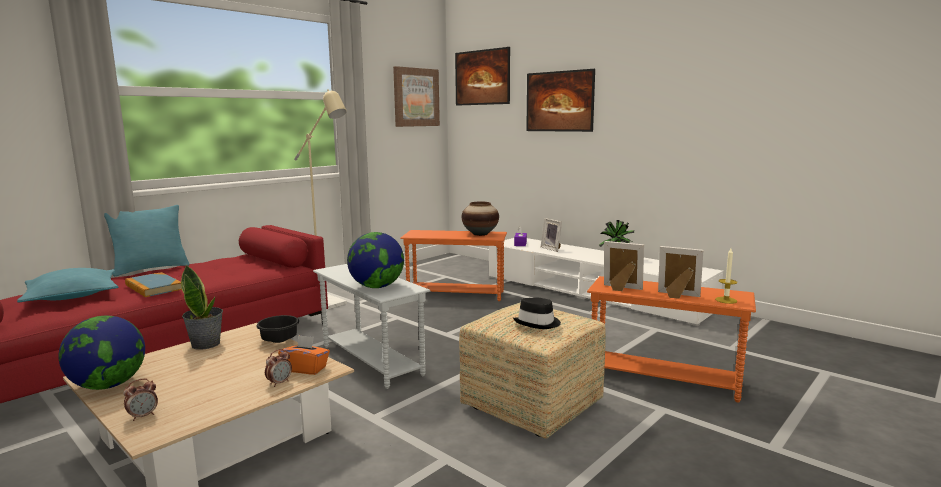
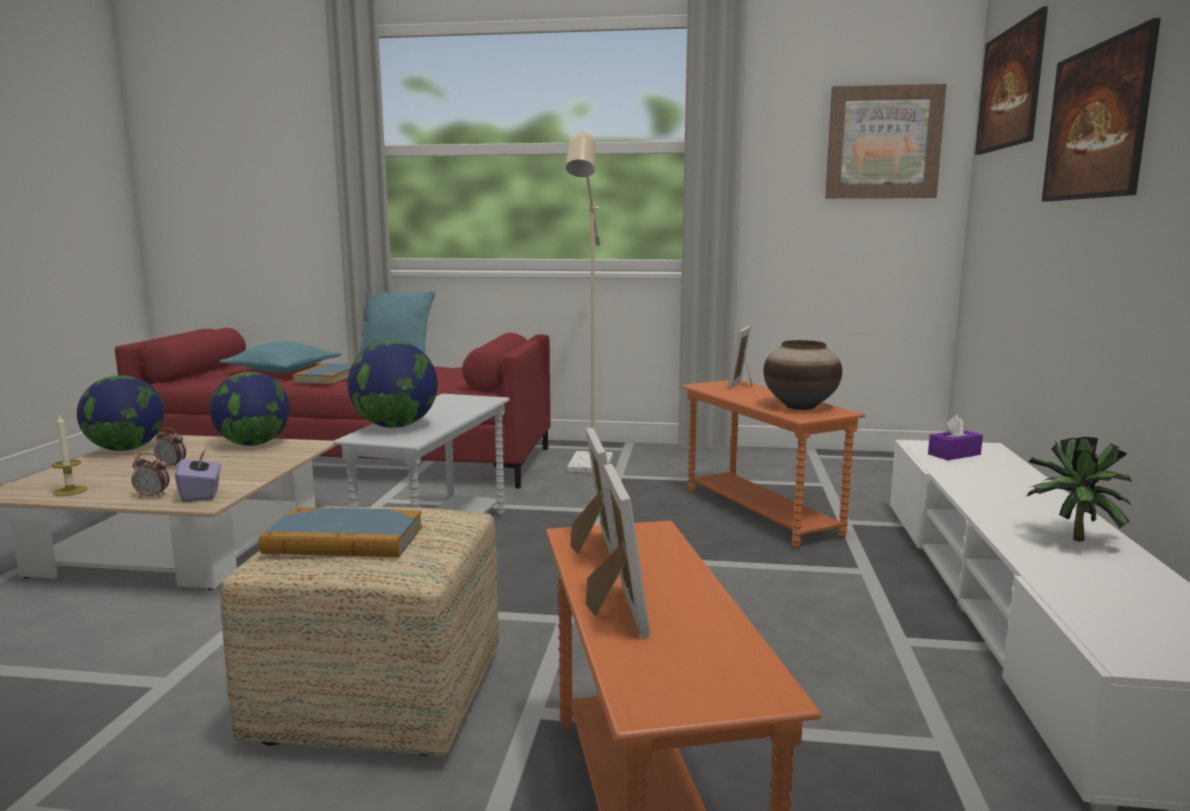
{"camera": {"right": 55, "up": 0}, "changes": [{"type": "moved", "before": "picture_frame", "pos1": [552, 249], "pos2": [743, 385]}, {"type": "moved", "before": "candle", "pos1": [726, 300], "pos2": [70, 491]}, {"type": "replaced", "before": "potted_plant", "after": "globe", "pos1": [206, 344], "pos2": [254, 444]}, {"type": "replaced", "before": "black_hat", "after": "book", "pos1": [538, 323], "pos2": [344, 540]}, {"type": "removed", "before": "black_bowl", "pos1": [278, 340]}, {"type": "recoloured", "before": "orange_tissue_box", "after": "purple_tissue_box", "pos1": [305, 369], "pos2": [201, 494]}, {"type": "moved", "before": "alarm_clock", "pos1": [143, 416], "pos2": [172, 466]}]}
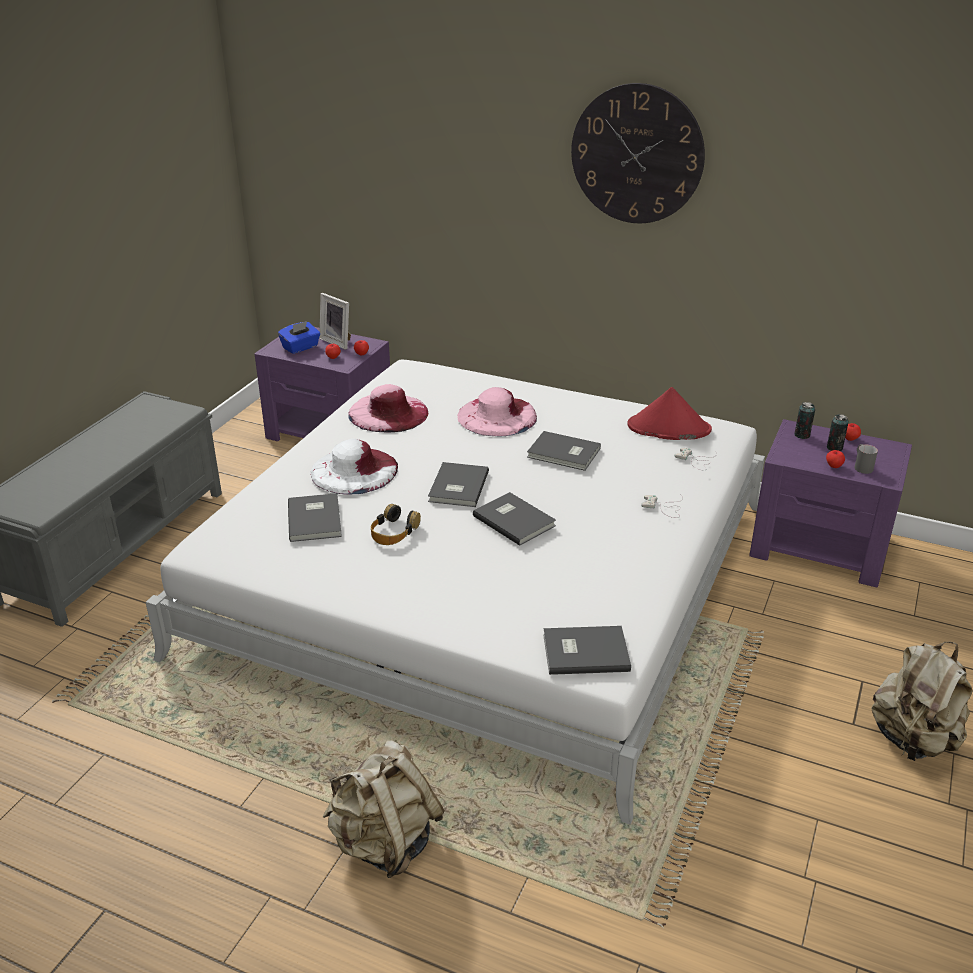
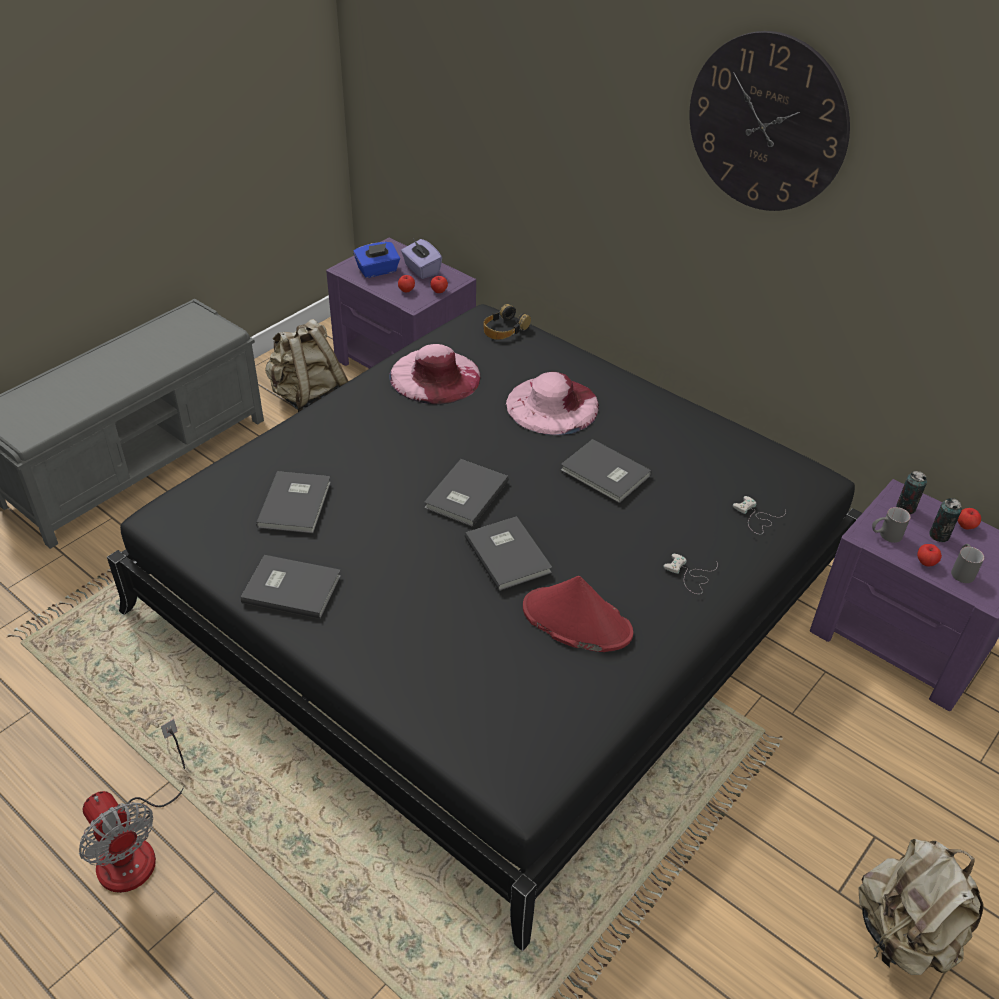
{"camera": {"right": 15, "up": 10}, "changes": [{"type": "replaced", "before": "picture_frame", "after": "purple_tissue_box", "pos1": [338, 341], "pos2": [421, 270]}, {"type": "recoloured", "before": "white_bed", "after": "black_bed", "pos1": [485, 577], "pos2": [495, 589]}, {"type": "moved", "before": "red_hat", "pos1": [668, 428], "pos2": [576, 621]}, {"type": "removed", "before": "white_hat", "pos1": [354, 470]}, {"type": "moved", "before": "headphones", "pos1": [394, 531], "pos2": [504, 329]}, {"type": "moved", "before": "grey_book", "pos1": [584, 651], "pos2": [291, 587]}, {"type": "moved", "before": "beige_backpack", "pos1": [384, 842], "pos2": [308, 397]}, {"type": "added", "after": "grey_mug", "pos2": [885, 535]}, {"type": "added", "after": "fan", "pos2": [136, 845]}]}
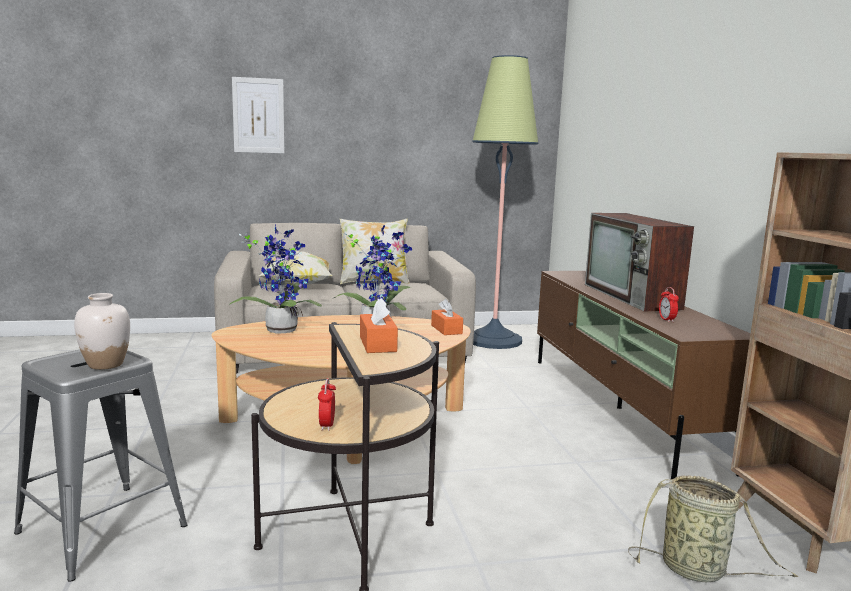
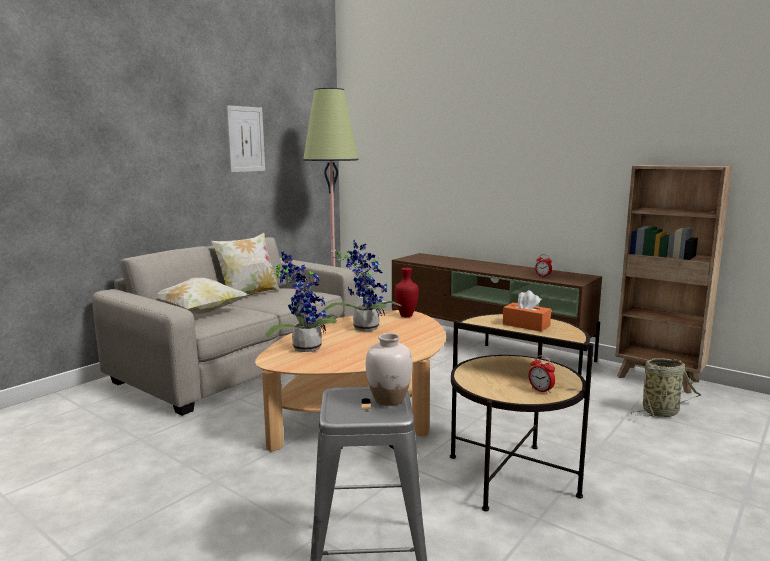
{"camera": {"right": -40, "up": 0}, "changes": [{"type": "moved", "before": "picture", "pos1": [258, 115], "pos2": [246, 139]}, {"type": "removed", "before": "television", "pos1": [632, 297]}, {"type": "replaced", "before": "orange_tissue_box", "after": "red_vase", "pos1": [446, 329], "pos2": [407, 316]}]}
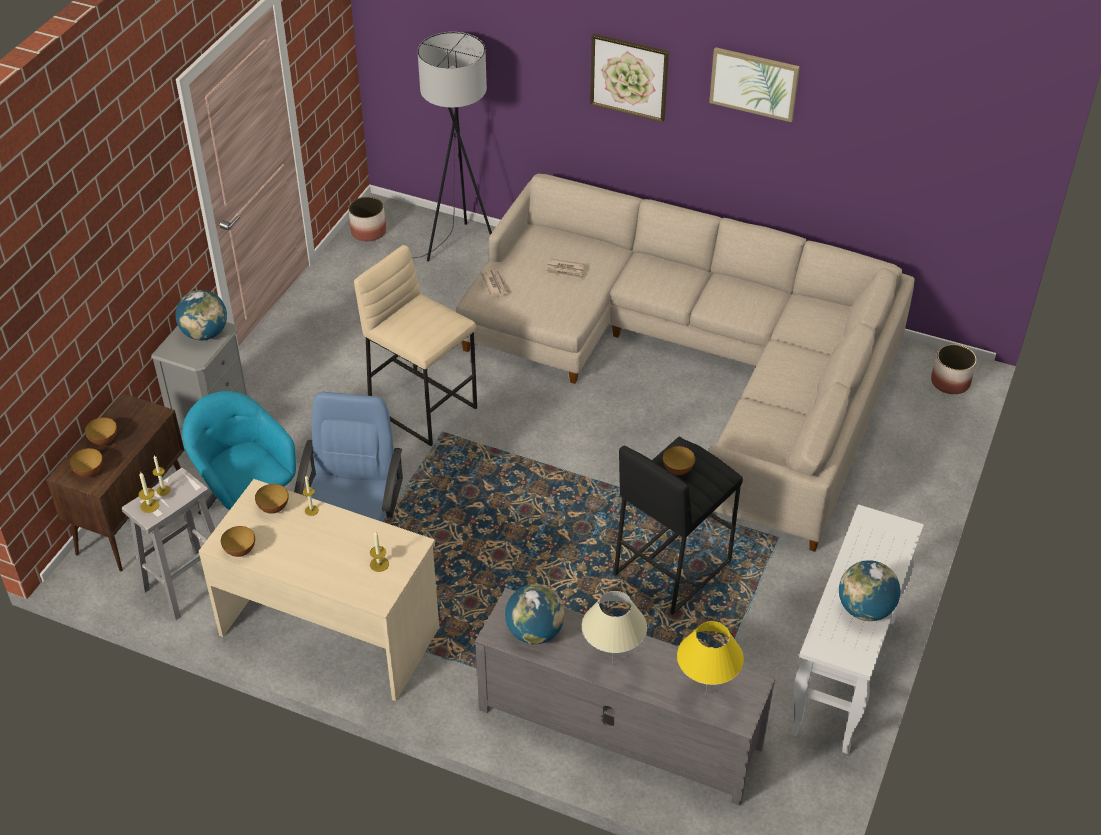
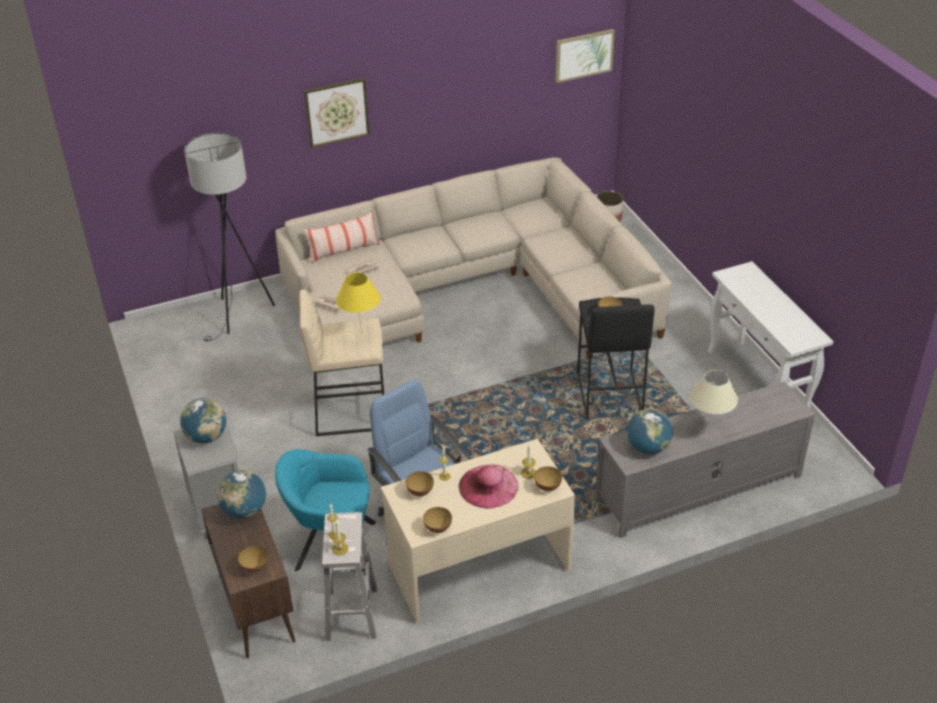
{"camera": {"right": -45, "up": -5}, "changes": [{"type": "moved", "before": "picture", "pos1": [754, 83], "pos2": [584, 55]}, {"type": "removed", "before": "planter", "pos1": [368, 231]}, {"type": "moved", "before": "bowl", "pos1": [104, 440], "pos2": [547, 487]}, {"type": "moved", "before": "globe", "pos1": [865, 609], "pos2": [245, 510]}, {"type": "moved", "before": "yellow_table_lamp", "pos1": [705, 696], "pos2": [361, 334]}, {"type": "added", "after": "pillow", "pos2": [343, 251]}, {"type": "added", "after": "pink_hat", "pos2": [488, 486]}]}
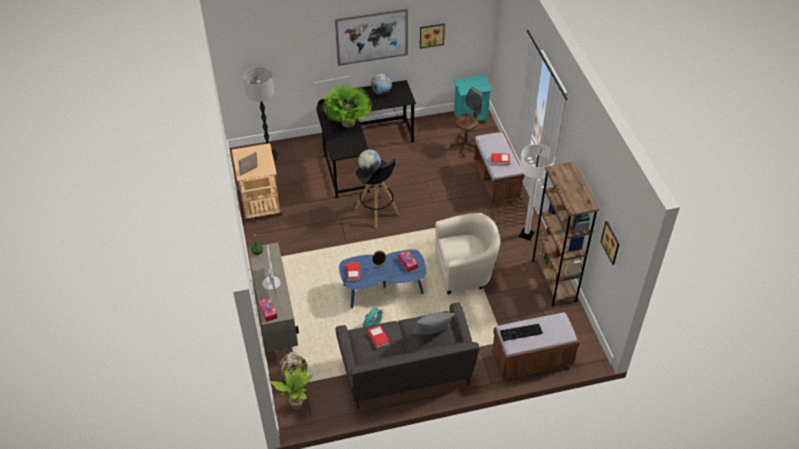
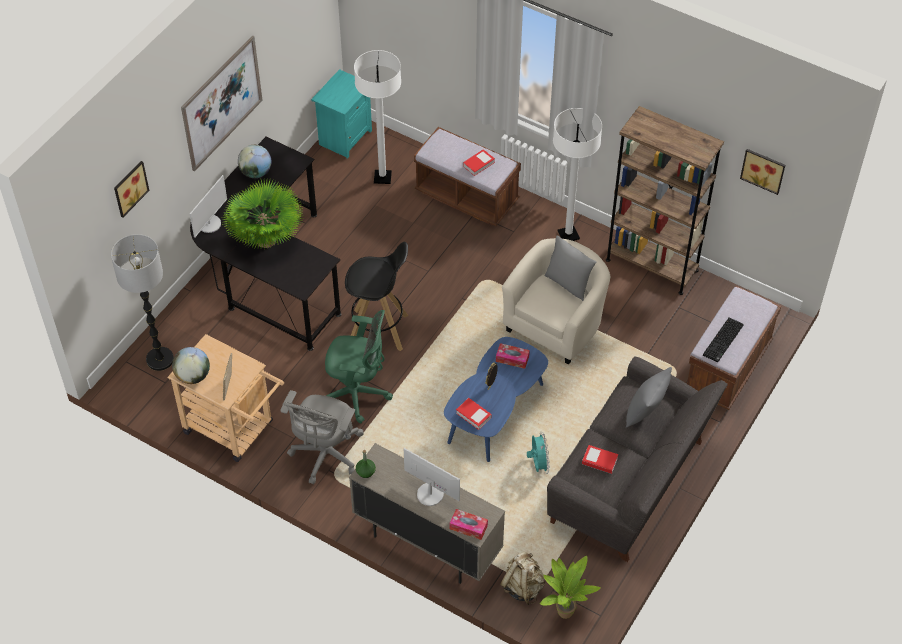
{"camera": {"right": -45, "up": 5}, "changes": [{"type": "moved", "before": "picture", "pos1": [431, 35], "pos2": [129, 188]}, {"type": "replaced", "before": "brown_office_chair", "after": "white_floor_lamp", "pos1": [465, 146], "pos2": [382, 177]}, {"type": "moved", "before": "globe", "pos1": [369, 169], "pos2": [193, 376]}, {"type": "added", "after": "grey_pillow", "pos2": [568, 283]}, {"type": "added", "after": "green_office_chair", "pos2": [357, 394]}, {"type": "added", "after": "grey_office_chair", "pos2": [325, 455]}]}
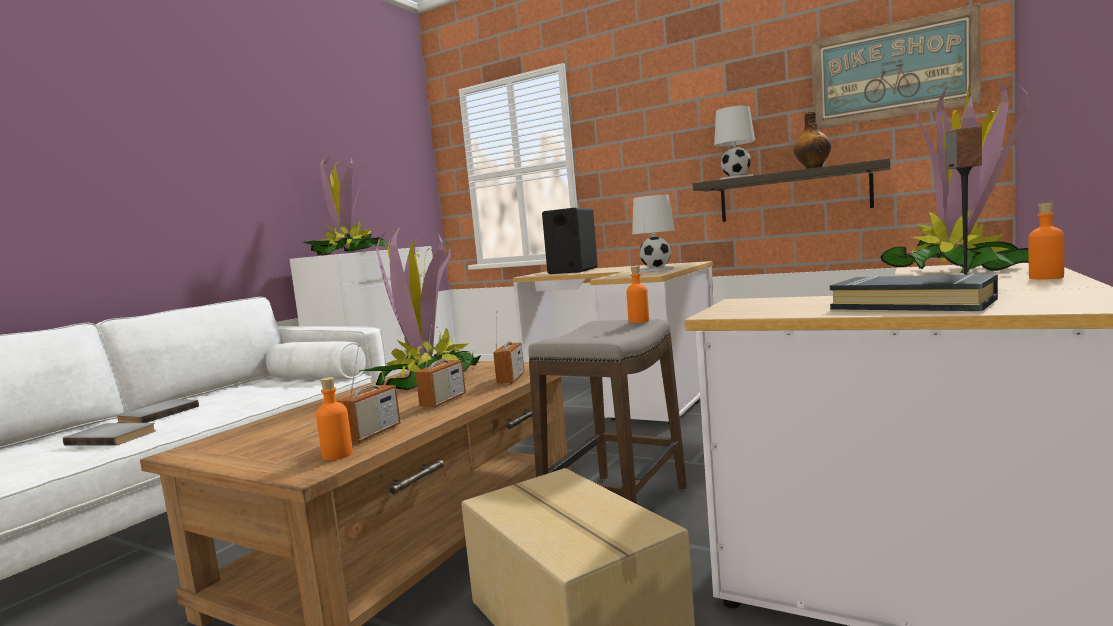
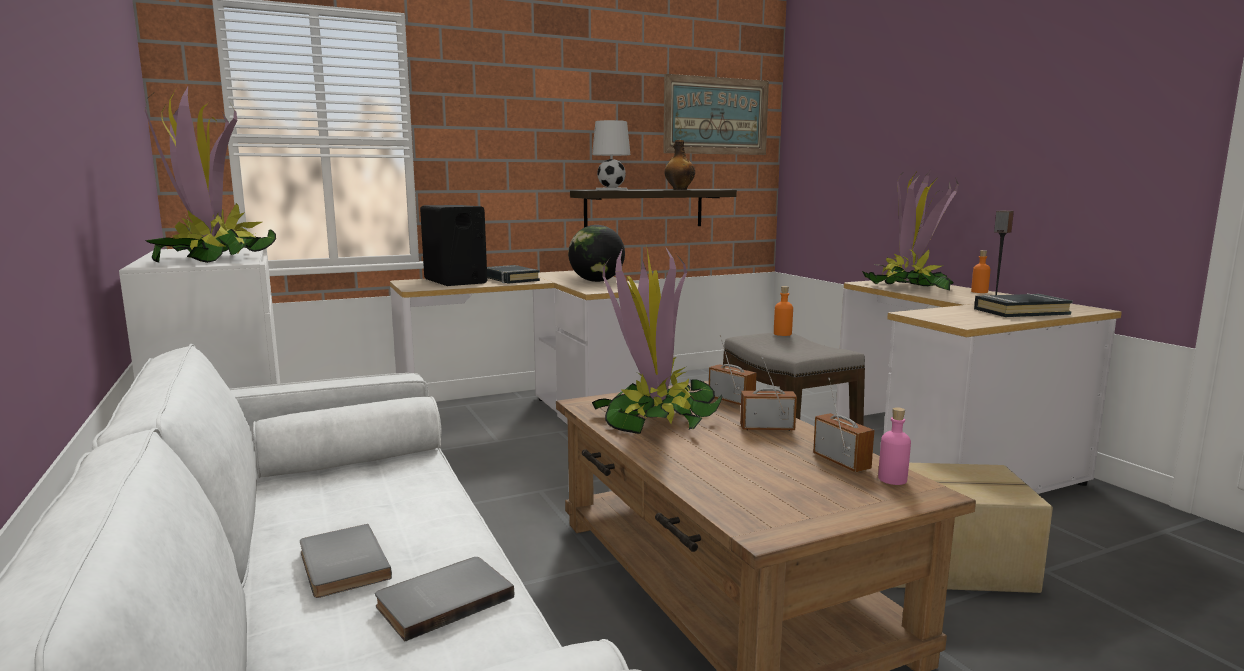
{"camera": {"right": -55, "up": 5}, "changes": [{"type": "replaced", "before": "white_table_lamp", "after": "globe", "pos1": [656, 270], "pos2": [596, 281]}, {"type": "turned", "before": "radio", "pos1": [443, 401], "pos2": [767, 428], "turn": -60}, {"type": "recoloured", "before": "orange_bottle", "after": "pink_bottle", "pos1": [337, 455], "pos2": [892, 479]}, {"type": "added", "after": "black_book", "pos2": [510, 279]}]}
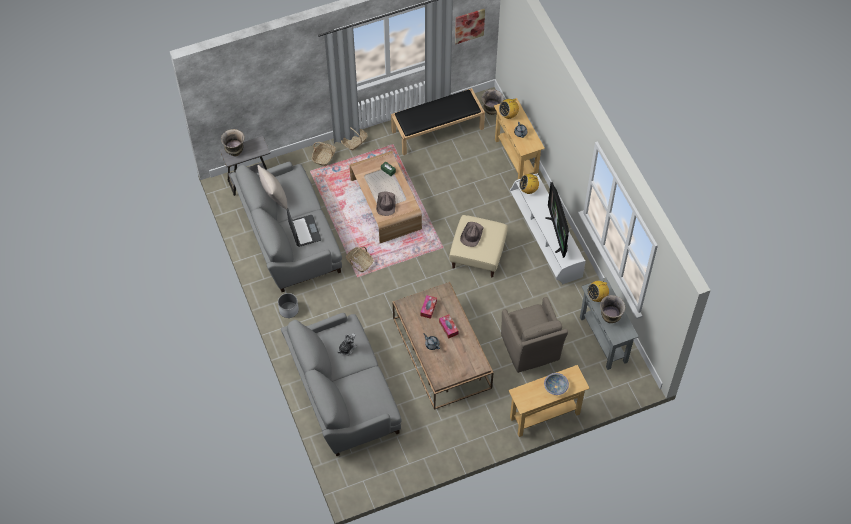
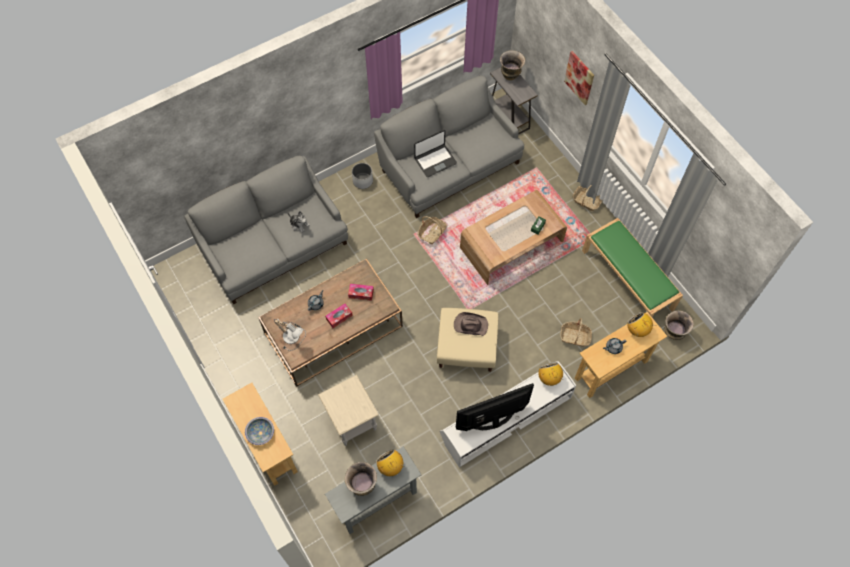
{"camera": {"right": 80, "up": 5}, "changes": [{"type": "moved", "before": "picture", "pos1": [469, 25], "pos2": [579, 77]}, {"type": "recoloured", "before": "black_bench", "after": "green_bench", "pos1": [438, 129], "pos2": [628, 280]}, {"type": "moved", "before": "basket", "pos1": [324, 157], "pos2": [575, 337]}, {"type": "removed", "before": "beige_pillow", "pos1": [274, 198]}, {"type": "removed", "before": "brown_hat", "pos1": [386, 204]}, {"type": "replaced", "before": "brown_armchair", "after": "beige_side_table", "pos1": [530, 349], "pos2": [351, 421]}, {"type": "added", "after": "table_lamp", "pos2": [293, 335]}]}
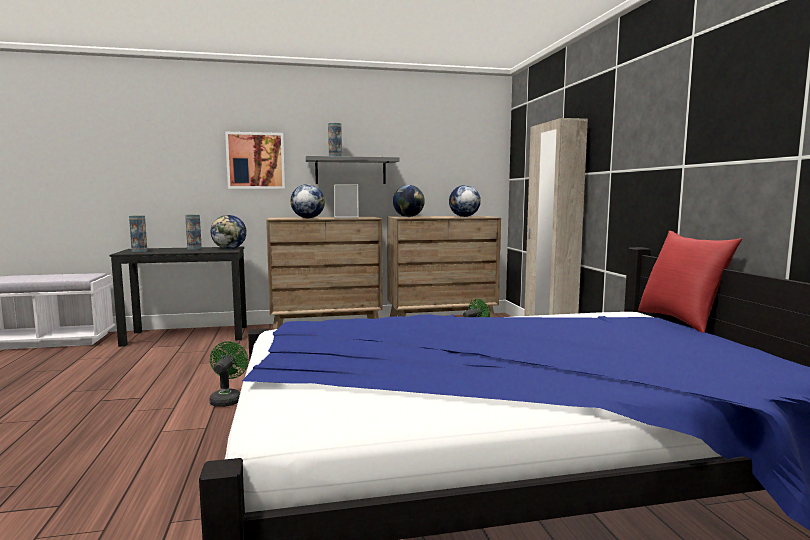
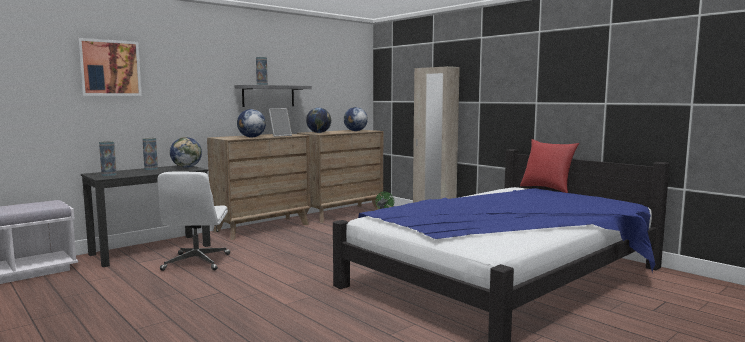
{"camera": {"right": -30, "up": 0}, "changes": [{"type": "moved", "before": "picture", "pos1": [255, 160], "pos2": [110, 68]}, {"type": "removed", "before": "green_fan", "pos1": [227, 399]}, {"type": "added", "after": "white_office_chair", "pos2": [196, 262]}]}
